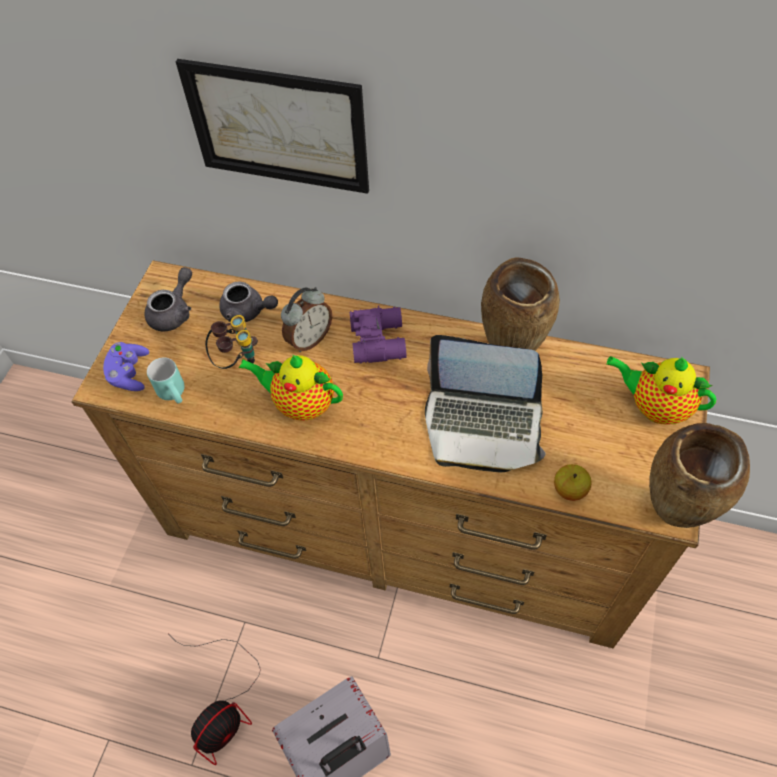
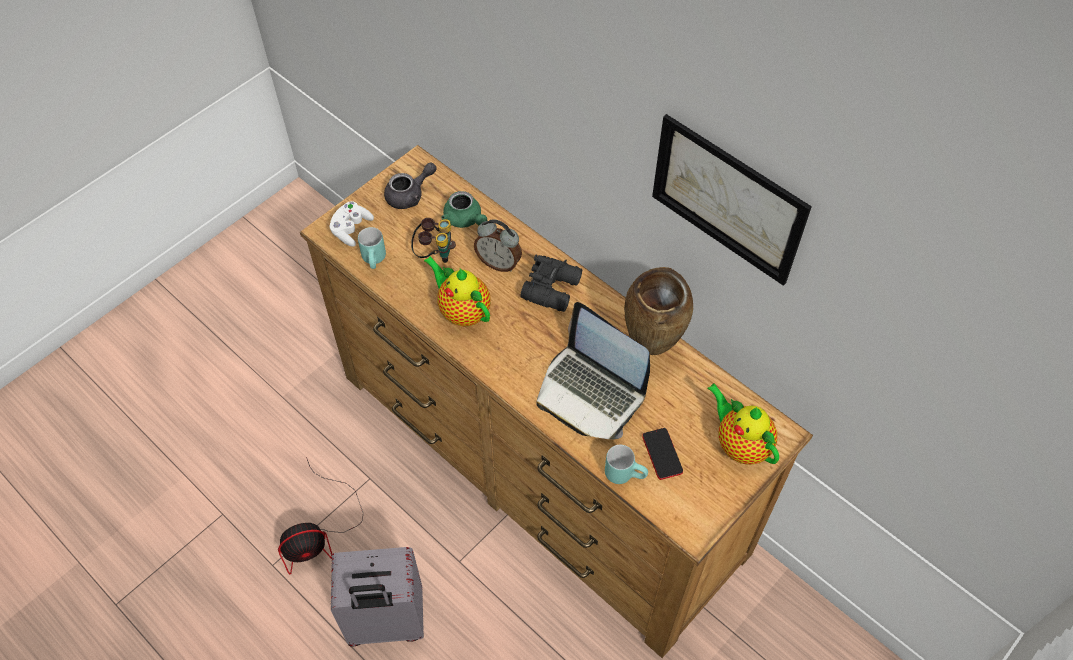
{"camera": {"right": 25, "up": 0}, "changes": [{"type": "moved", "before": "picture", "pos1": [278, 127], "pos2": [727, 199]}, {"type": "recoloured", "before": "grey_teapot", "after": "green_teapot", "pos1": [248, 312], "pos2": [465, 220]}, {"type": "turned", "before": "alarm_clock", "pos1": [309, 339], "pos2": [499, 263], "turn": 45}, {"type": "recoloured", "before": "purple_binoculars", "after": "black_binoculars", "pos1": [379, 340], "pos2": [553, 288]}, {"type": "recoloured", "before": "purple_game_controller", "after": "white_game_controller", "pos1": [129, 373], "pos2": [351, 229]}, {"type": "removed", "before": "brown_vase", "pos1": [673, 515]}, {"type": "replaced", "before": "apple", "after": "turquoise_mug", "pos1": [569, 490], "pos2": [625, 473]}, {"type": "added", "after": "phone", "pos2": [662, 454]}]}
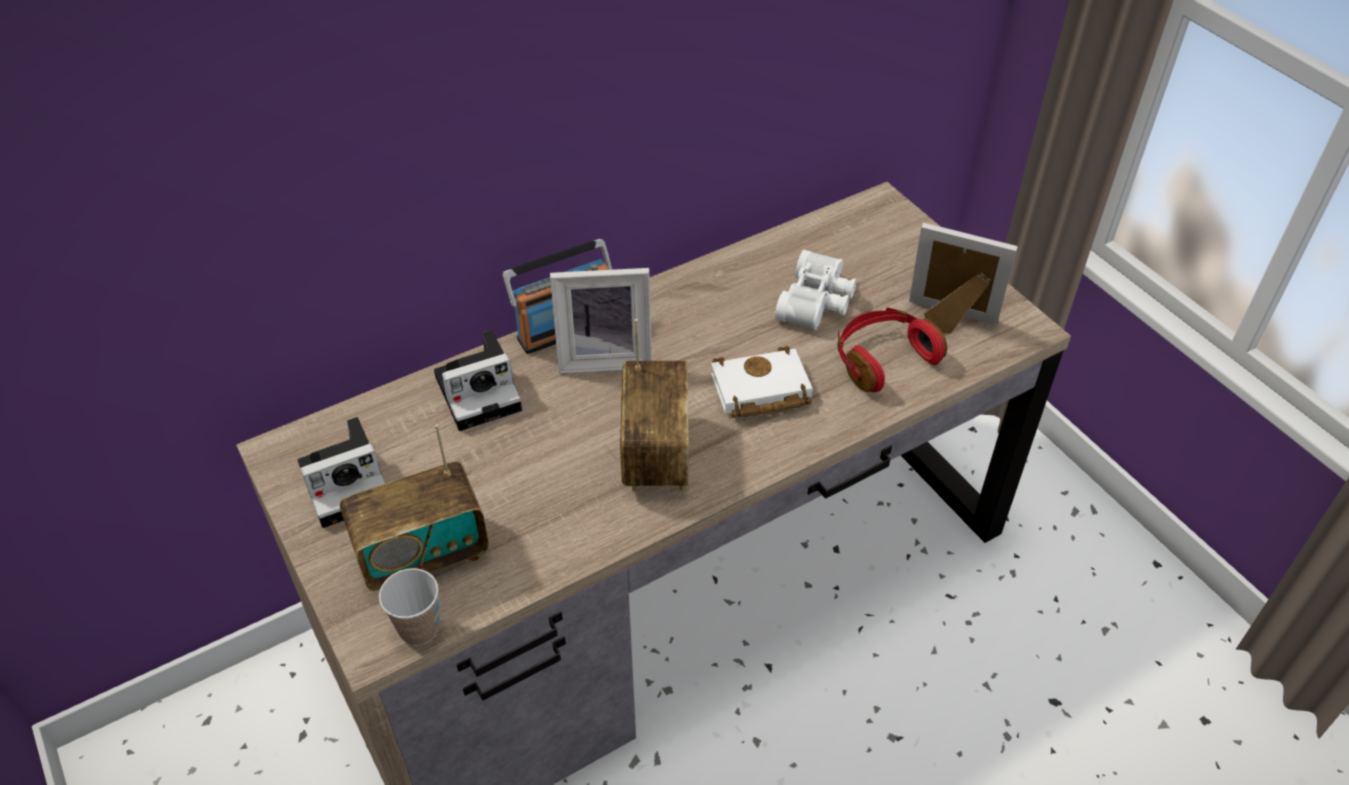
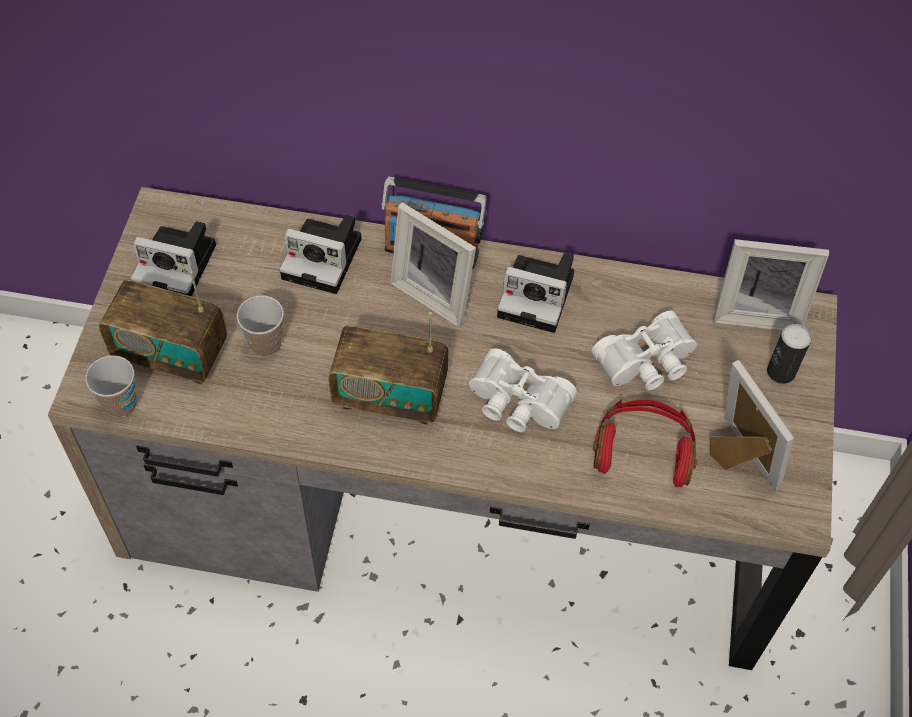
{"camera": {"right": 40, "up": 10}, "changes": [{"type": "turned", "before": "radio", "pos1": [655, 453], "pos2": [390, 396], "turn": 60}, {"type": "replaced", "before": "white_book", "after": "white_binoculars", "pos1": [759, 391], "pos2": [517, 404]}, {"type": "added", "after": "picture_frame", "pos2": [757, 312]}, {"type": "added", "after": "photo_camera", "pos2": [539, 296]}, {"type": "added", "after": "cup", "pos2": [265, 344]}, {"type": "added", "after": "can", "pos2": [781, 372]}]}
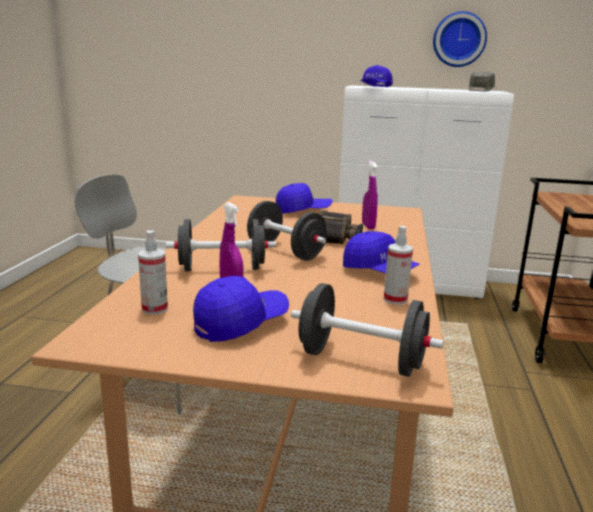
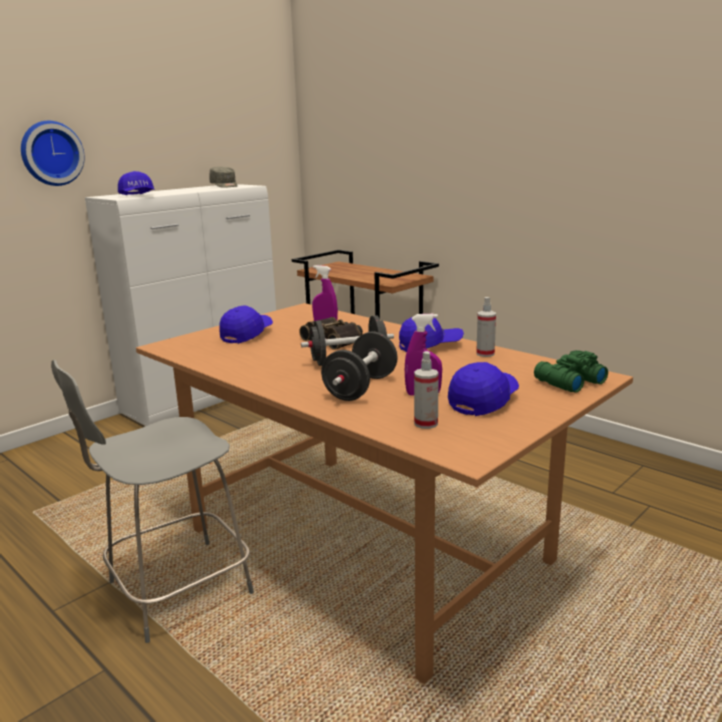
{"camera": {"right": -55, "up": 0}, "changes": [{"type": "moved", "before": "wall_clock", "pos1": [459, 39], "pos2": [51, 153]}, {"type": "turned", "before": "blue_cap", "pos1": [241, 324], "pos2": [483, 401], "turn": 45}, {"type": "replaced", "before": "black_dumbbell", "after": "green_binoculars", "pos1": [361, 360], "pos2": [567, 382]}]}
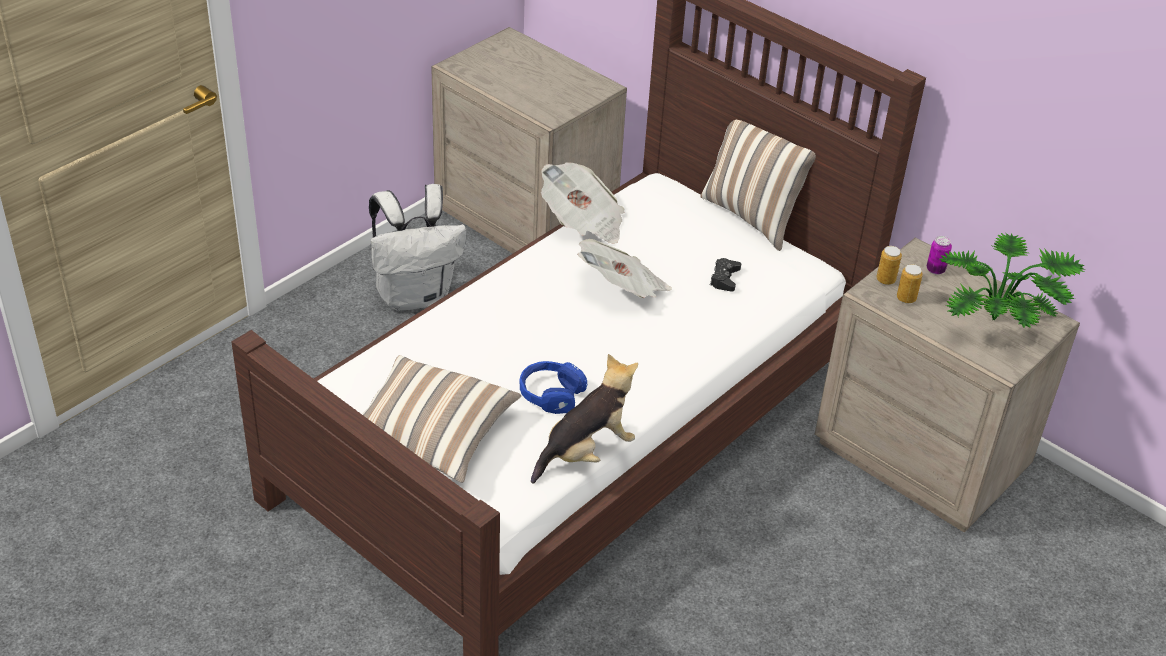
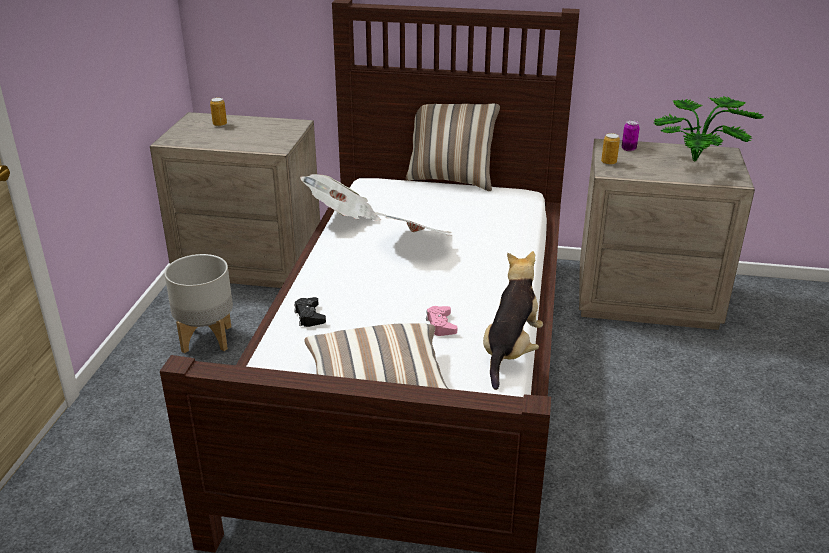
{"camera": {"right": -30, "up": -10}, "changes": [{"type": "replaced", "before": "white_backpack", "after": "grey_planter", "pos1": [415, 295], "pos2": [206, 338]}, {"type": "moved", "before": "black_game_controller", "pos1": [724, 279], "pos2": [309, 316]}, {"type": "moved", "before": "can", "pos1": [906, 298], "pos2": [220, 124]}, {"type": "replaced", "before": "blue_headphones", "after": "pink_game_controller", "pos1": [550, 394], "pos2": [440, 325]}]}
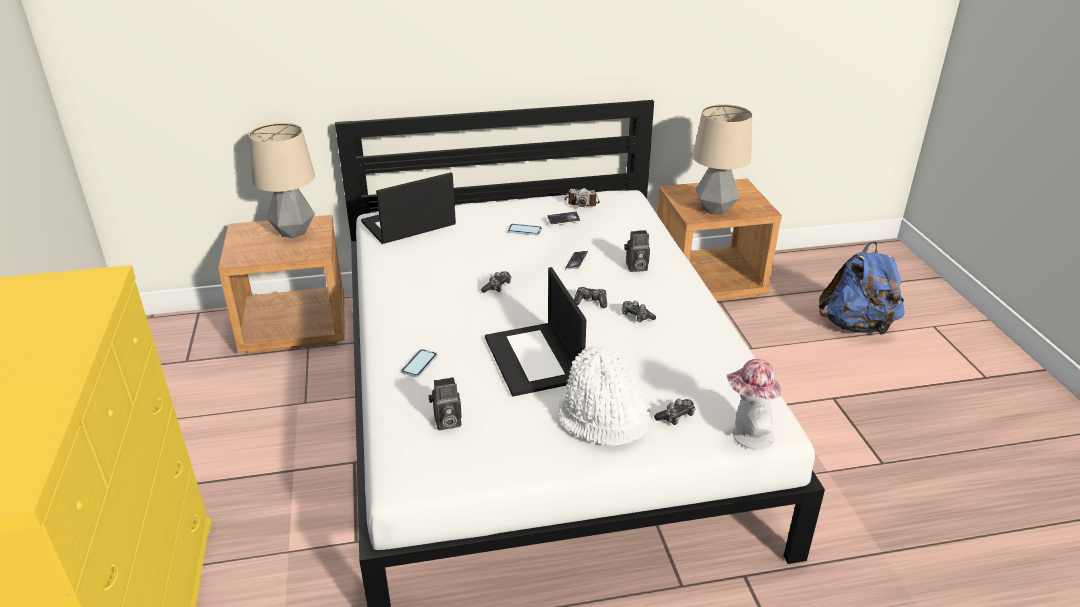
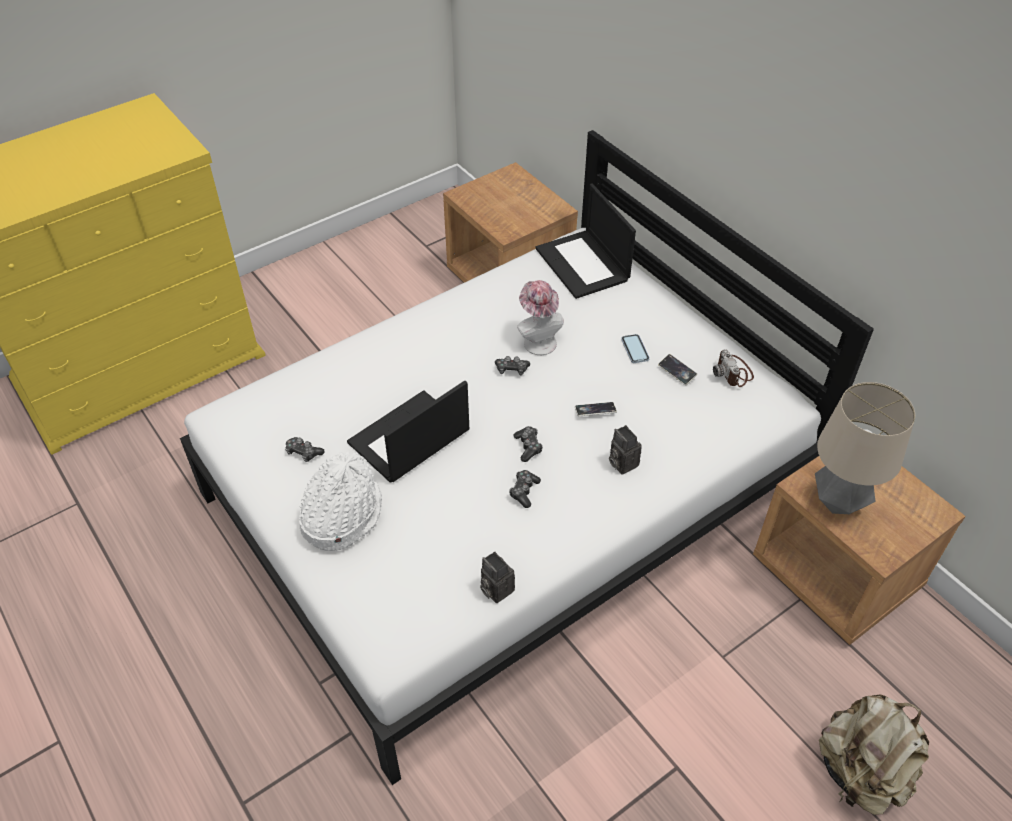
{"camera": {"right": 65, "up": 15}, "changes": [{"type": "removed", "before": "table_lamp", "pos1": [293, 232]}, {"type": "turned", "before": "laptop", "pos1": [408, 224], "pos2": [583, 265], "turn": -150}, {"type": "recoloured", "before": "blue_backpack", "after": "beige_backpack", "pos1": [857, 326], "pos2": [861, 772]}, {"type": "removed", "before": "phone", "pos1": [419, 364]}, {"type": "moved", "before": "hat", "pos1": [747, 435], "pos2": [537, 340]}, {"type": "moved", "before": "photo_camera", "pos1": [446, 422], "pos2": [495, 589]}, {"type": "moved", "before": "game_controller", "pos1": [676, 416], "pos2": [303, 452]}]}
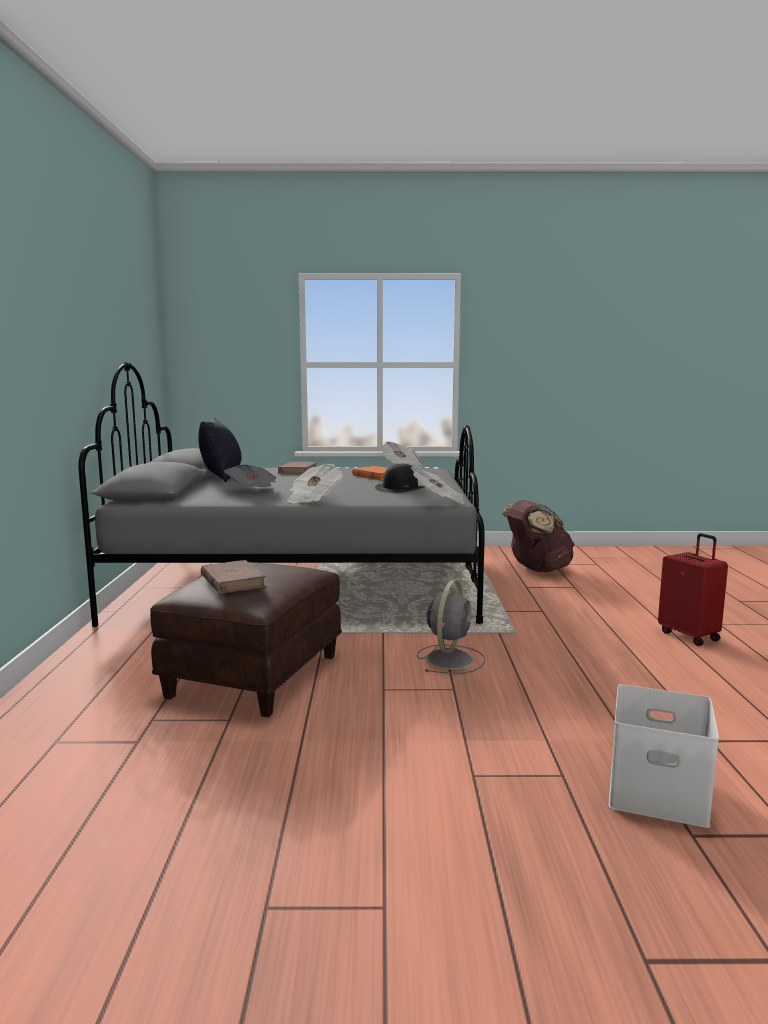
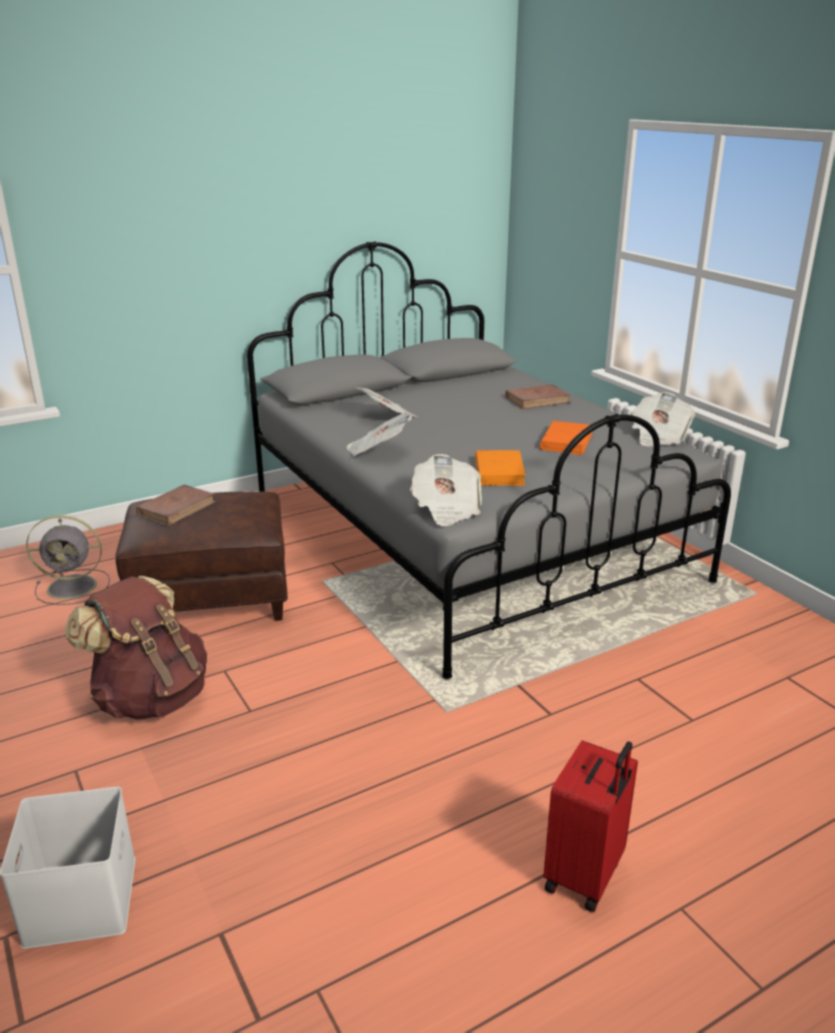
{"camera": {"right": 60, "up": 15}, "changes": [{"type": "removed", "before": "black_pillow", "pos1": [222, 477]}, {"type": "replaced", "before": "black_hat", "after": "orange_book", "pos1": [400, 488], "pos2": [499, 472]}, {"type": "moved", "before": "brown_backpack", "pos1": [537, 569], "pos2": [151, 698]}, {"type": "moved", "before": "grey_fan", "pos1": [450, 659], "pos2": [74, 587]}]}
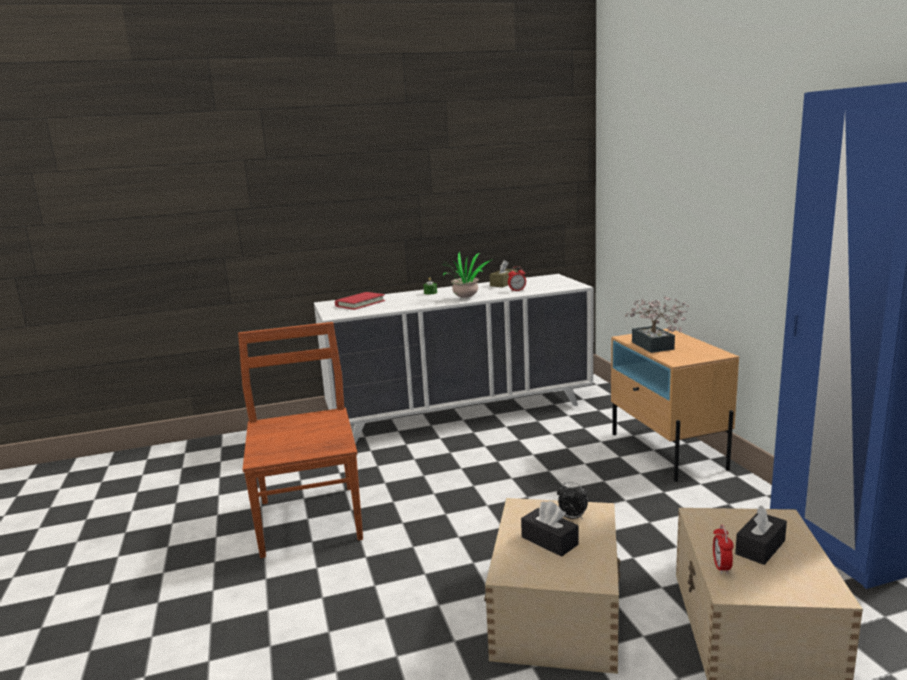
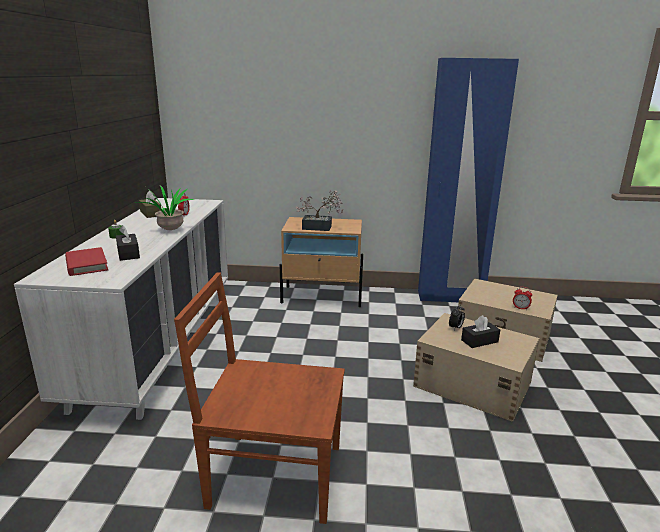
{"camera": {"right": -70, "up": 5}, "changes": [{"type": "moved", "before": "black_tissue_box", "pos1": [760, 547], "pos2": [128, 254]}]}
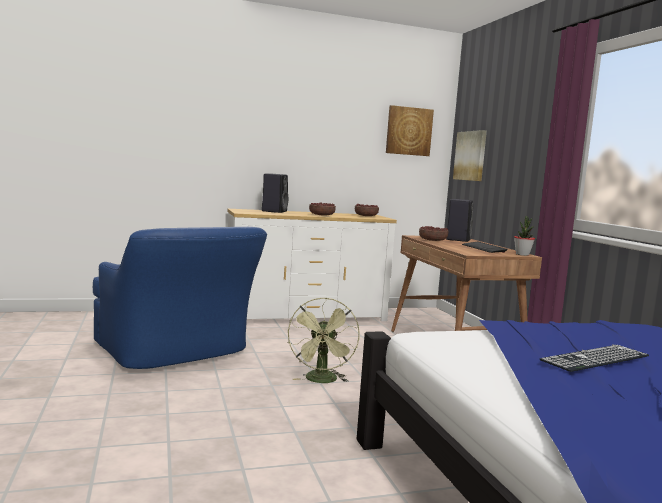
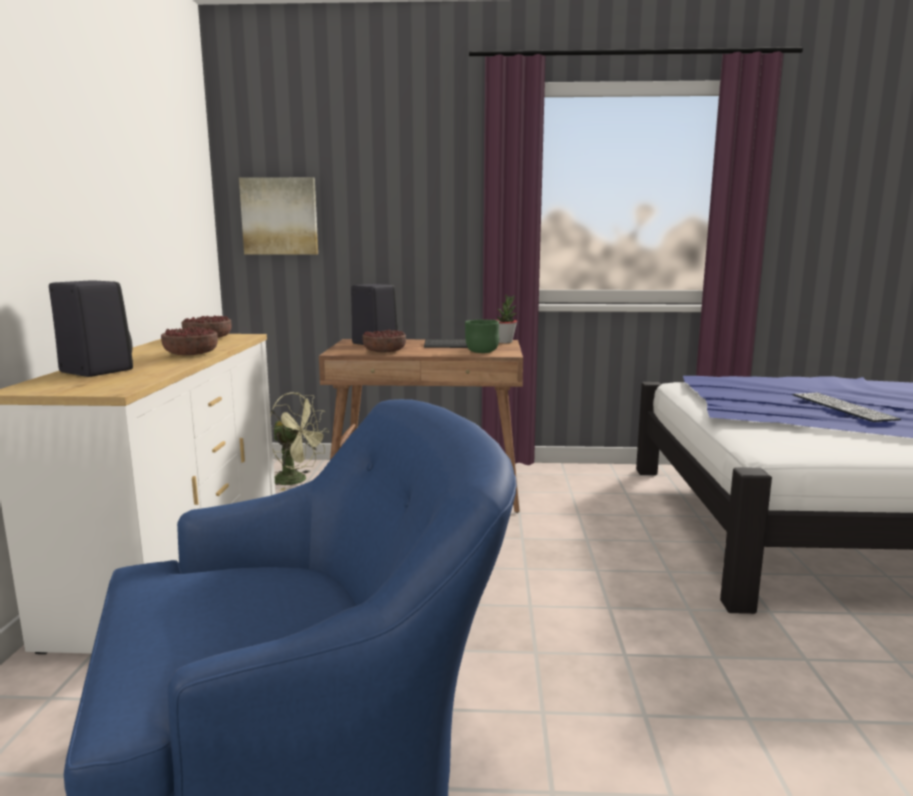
{"camera": {"right": -70, "up": 5}, "changes": [{"type": "removed", "before": "picture", "pos1": [408, 131]}, {"type": "moved", "before": "green_fan", "pos1": [322, 381], "pos2": [297, 480]}, {"type": "added", "after": "green_bowl", "pos2": [481, 352]}]}
